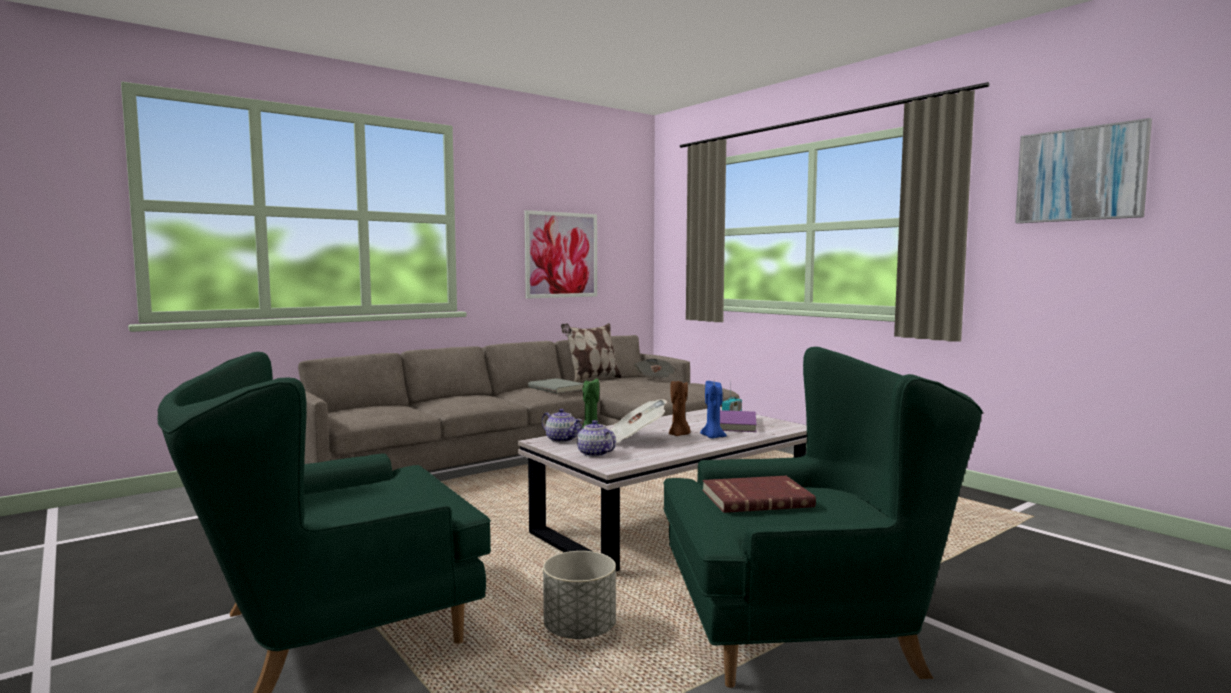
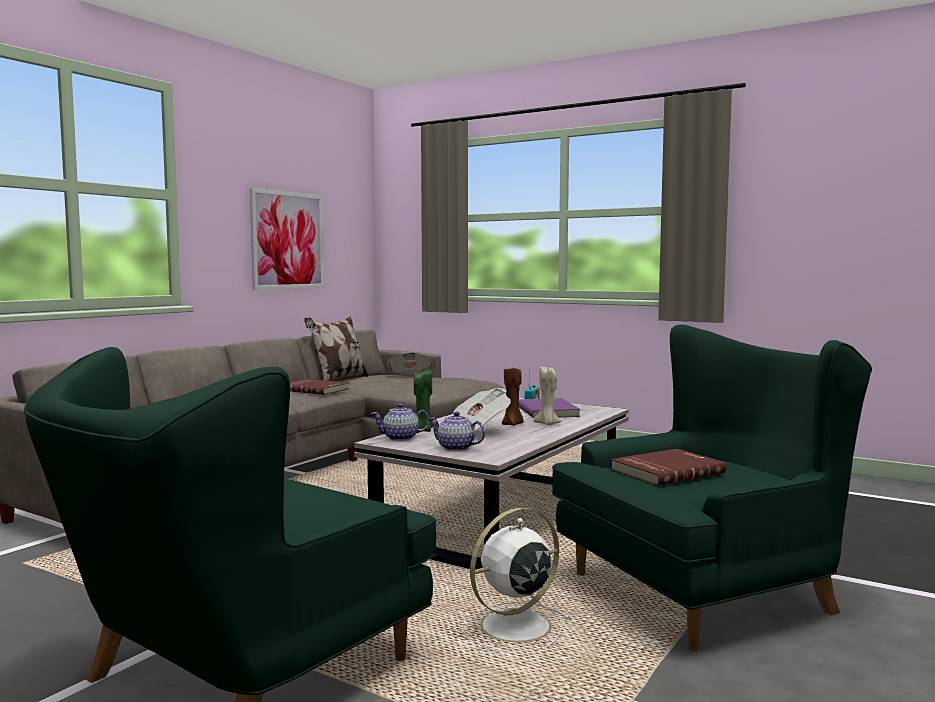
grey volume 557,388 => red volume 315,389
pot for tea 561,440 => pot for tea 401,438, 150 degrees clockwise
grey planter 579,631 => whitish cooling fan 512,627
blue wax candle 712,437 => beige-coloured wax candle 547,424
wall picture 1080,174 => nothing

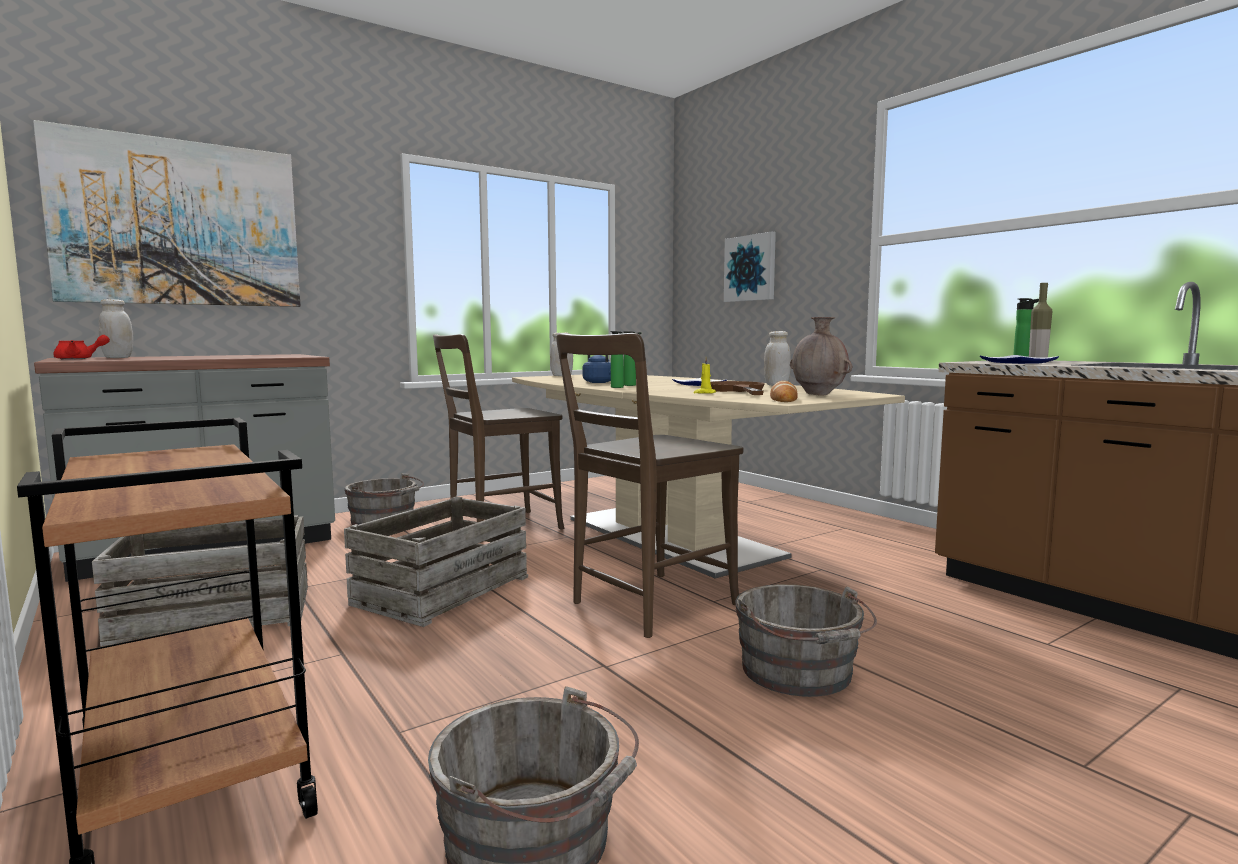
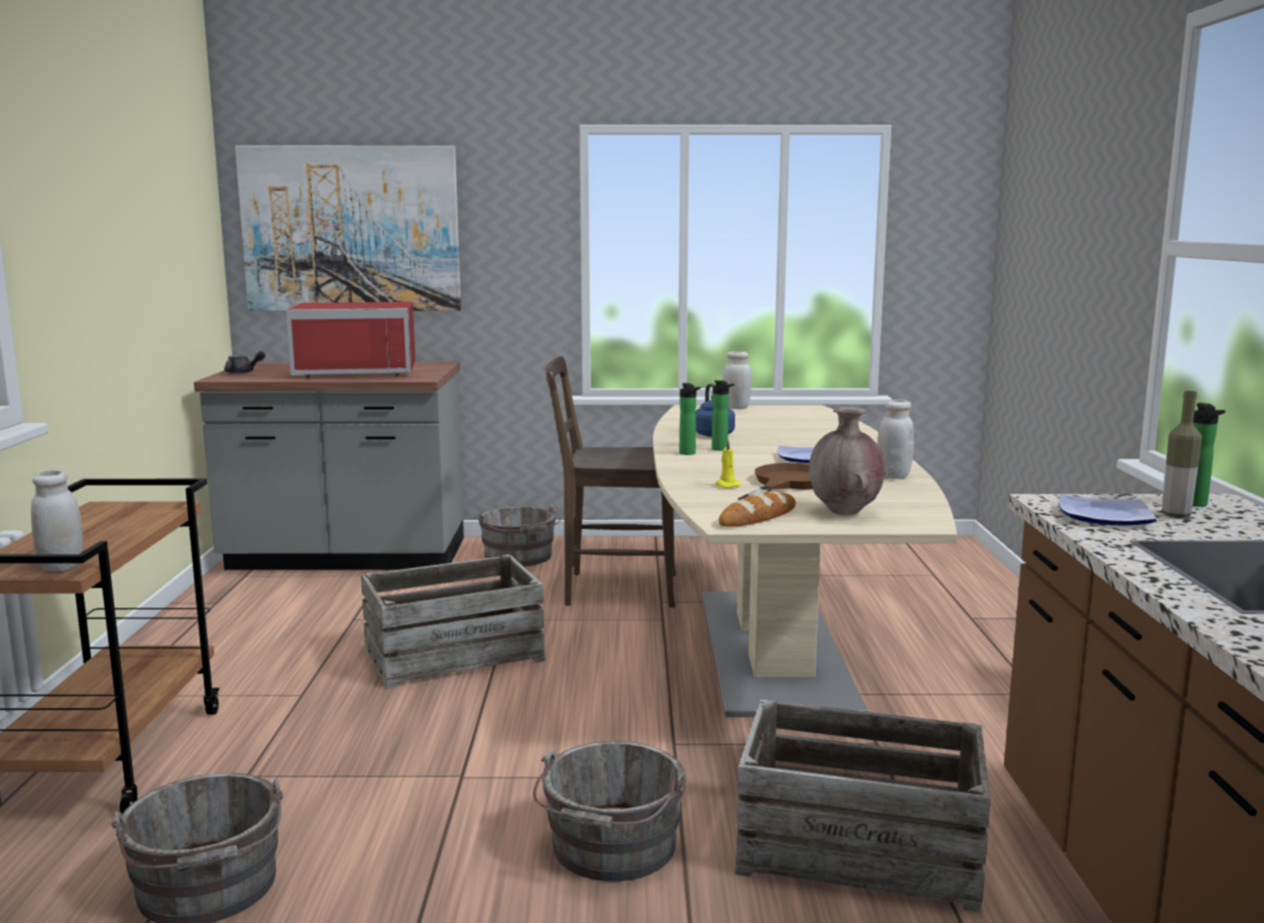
red pot for tea 79,359 => grey pot for tea 243,373
packing crate 215,616 => packing crate 858,850, move
whitish storage jar 118,358 => whitish storage jar 61,566, move
brownish plain chair 648,605 => nothing
wall picture 750,268 => nothing
nothing => red microwave 358,370

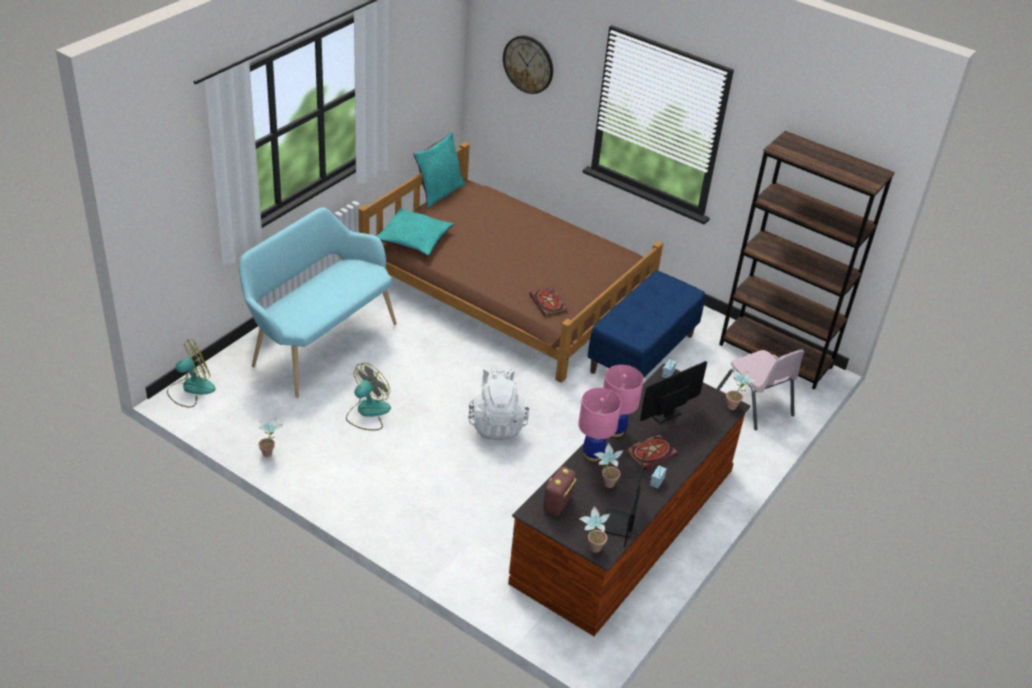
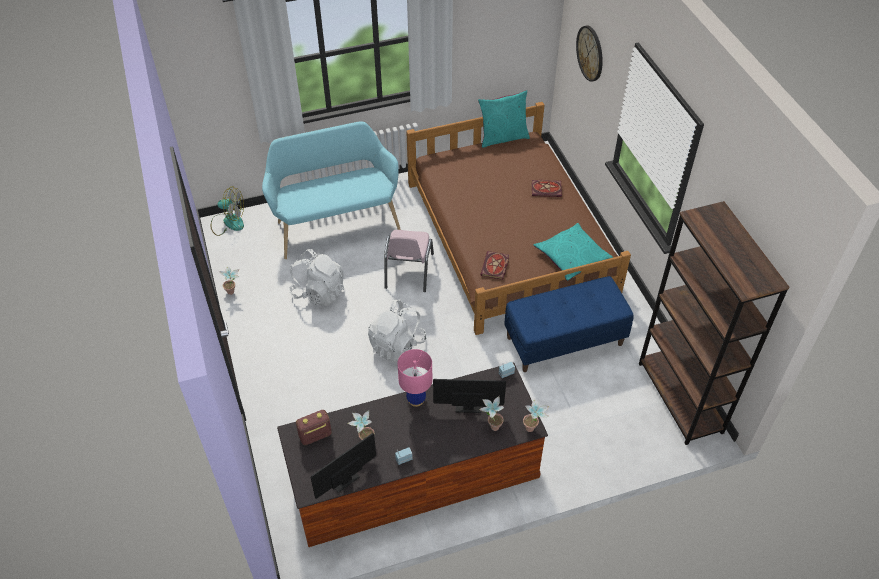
cooling fan 367,412 => whitish knapsack 319,292
blue-green cushion 413,239 => blue-green cushion 571,257, move
pink table lamp 593,454 => nothing
houseplant 591,549 => houseplant 491,426, move
volume 652,452 => volume 547,189, move
pink plain chair 754,404 => pink plain chair 408,271, move

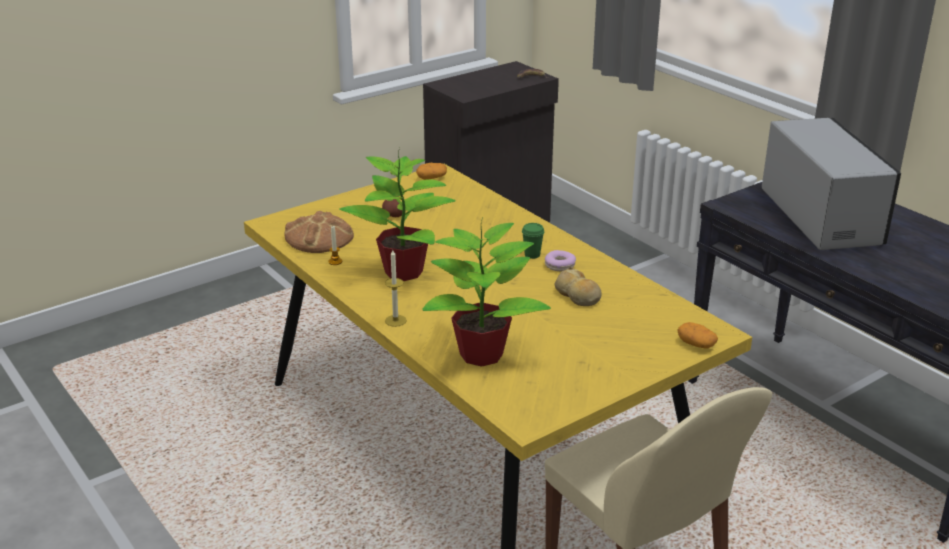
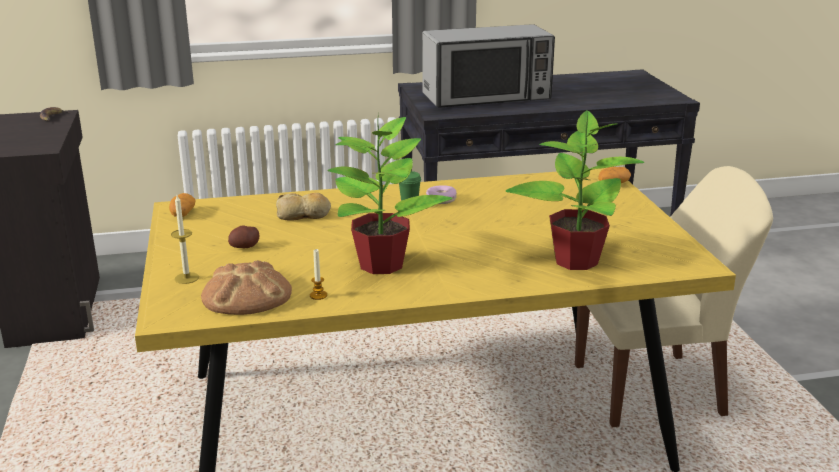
wax candle 395,320 => wax candle 186,278, move
bread 577,295 => bread 304,215, move
microwave 820,216 => microwave 487,97, 150 degrees clockwise

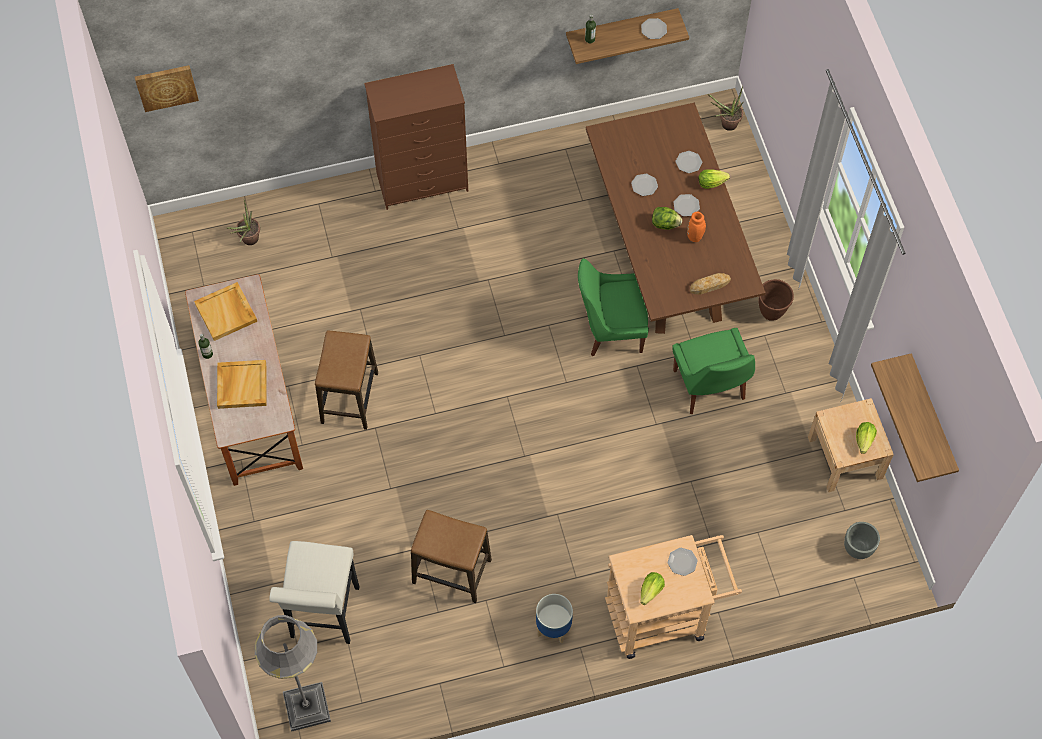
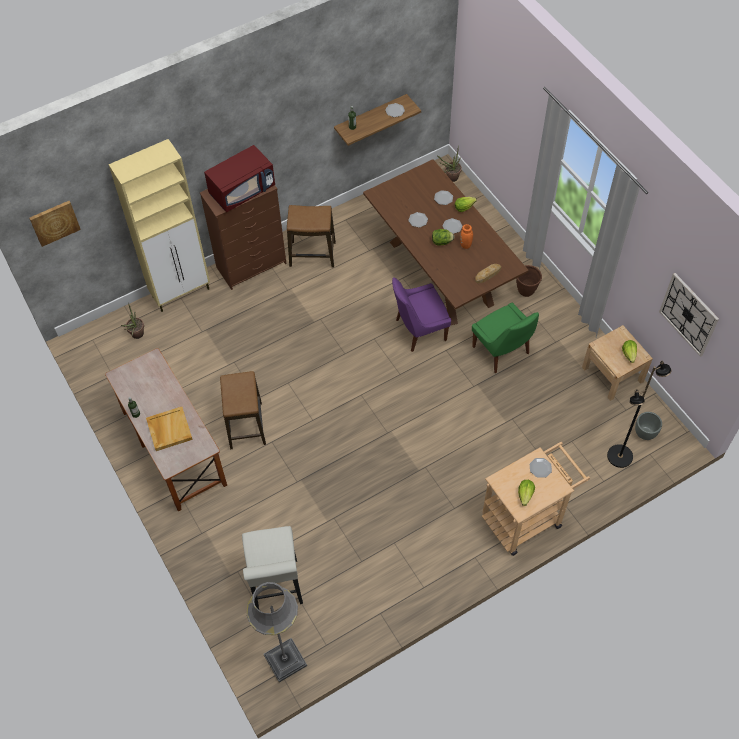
beige-coloured serving tray 226,313 => nothing
sitting stool 451,571 => sitting stool 312,254, move
planter 553,628 => nothing
green-coloured plain chair 610,329 => purple plain chair 418,330
wall shelf 931,418 => hanging clock 689,314
nothing => beige-coloured cabinet 181,292
nothing => red microwave 242,190
nothing => blackish floor lamp 620,456

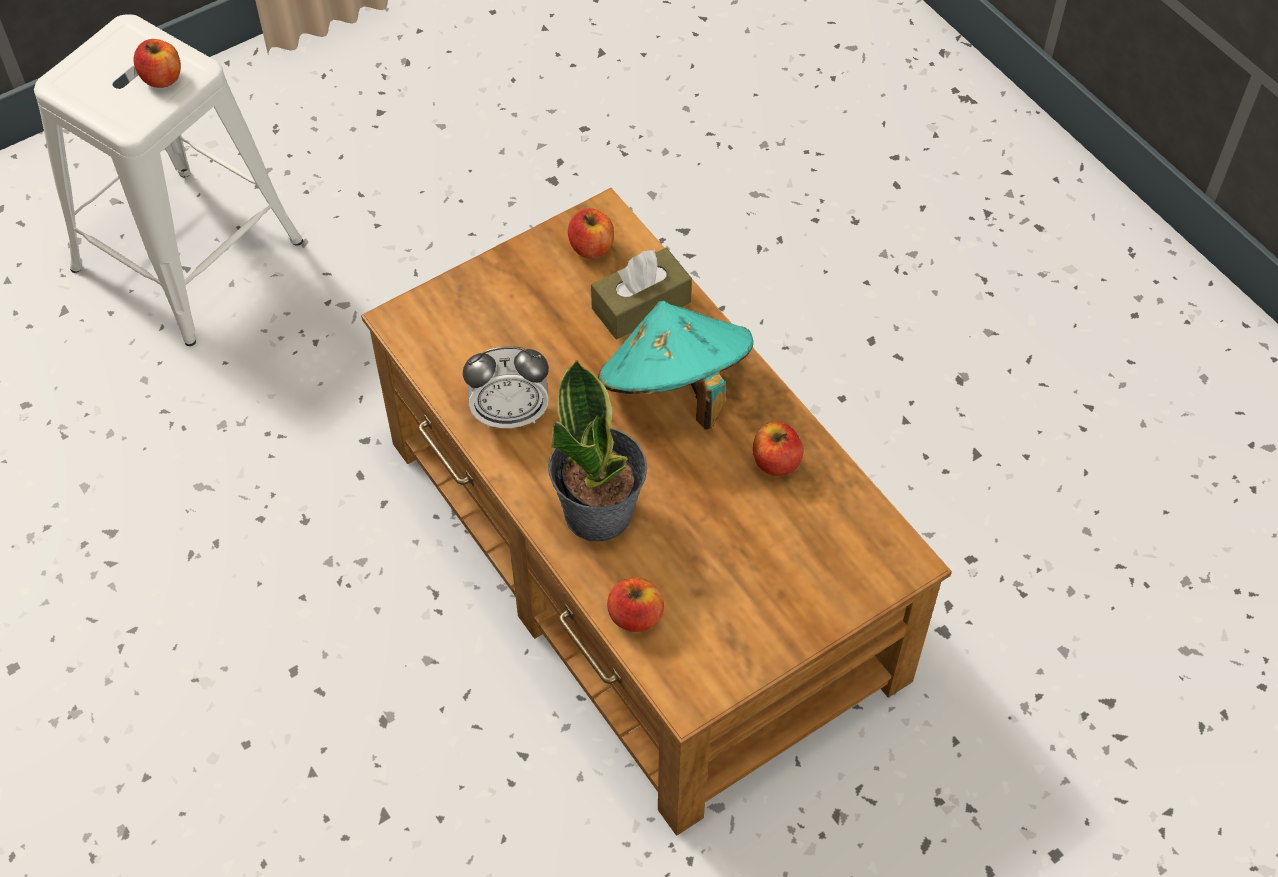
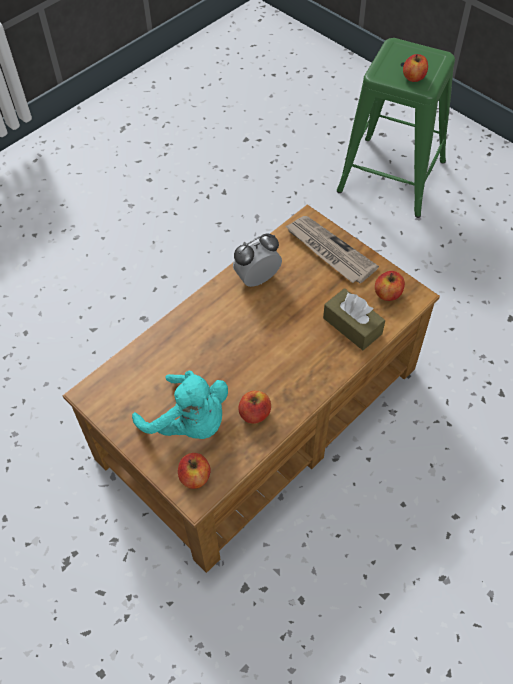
whitish sitting stool 186,255 => green-coloured sitting stool 391,176
bedside clock 510,414 => bedside clock 257,279, 75 degrees clockwise
houseplant 599,512 => nothing
blue-green hat 675,389 => nothing
whole apple 635,616 => whole apple 195,477, move
nothing => blue-green plush toy 189,422
nothing => daily paper 329,251

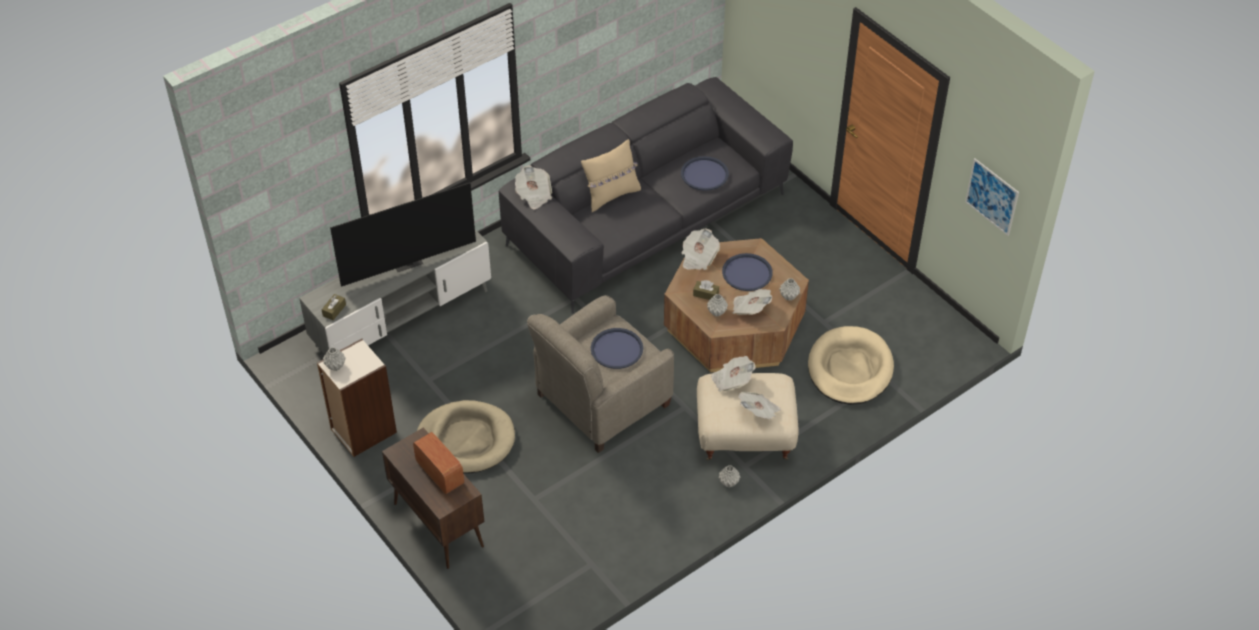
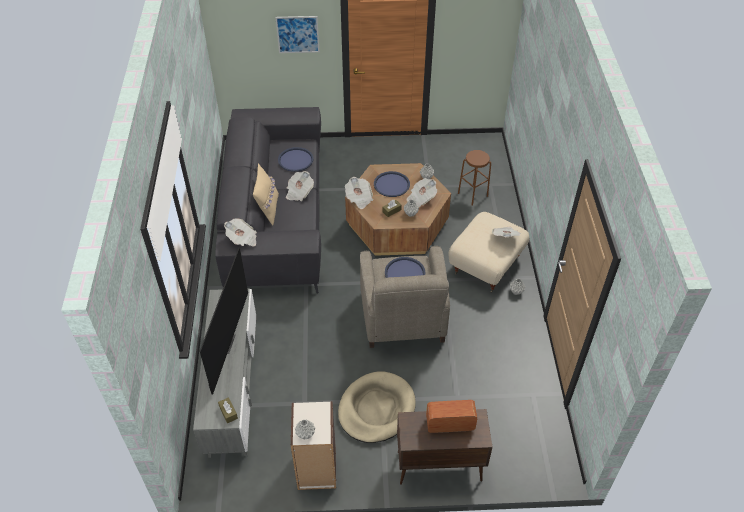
daily paper 732,381 => daily paper 299,192, move
beige-coloured pet bed 850,369 => brownish sitting stool 472,194
wall picture 992,196 => wall picture 297,34, move

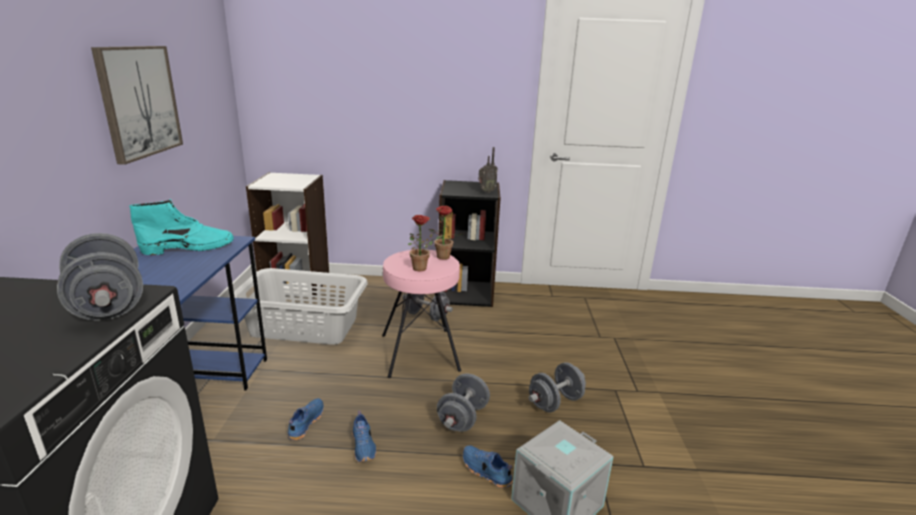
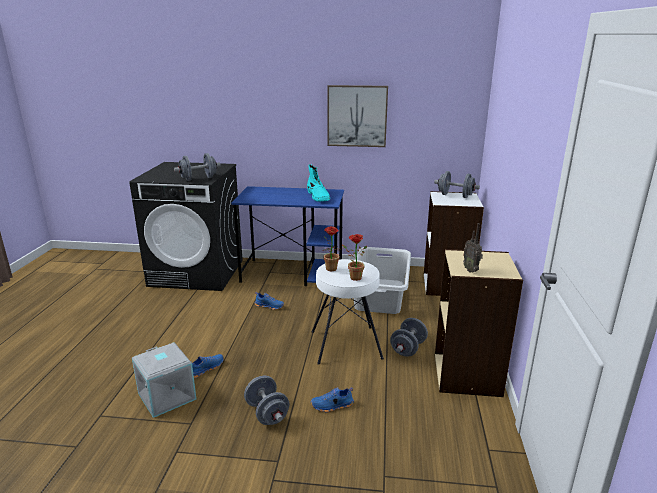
blue low shoe 364,446 => blue low shoe 332,406, move
pink sitting stool 420,352 => whitish sitting stool 346,345
grey free weight 462,418 => grey free weight 455,196, move
blackish shelving unit 466,292 => beige-coloured shelving unit 468,375

